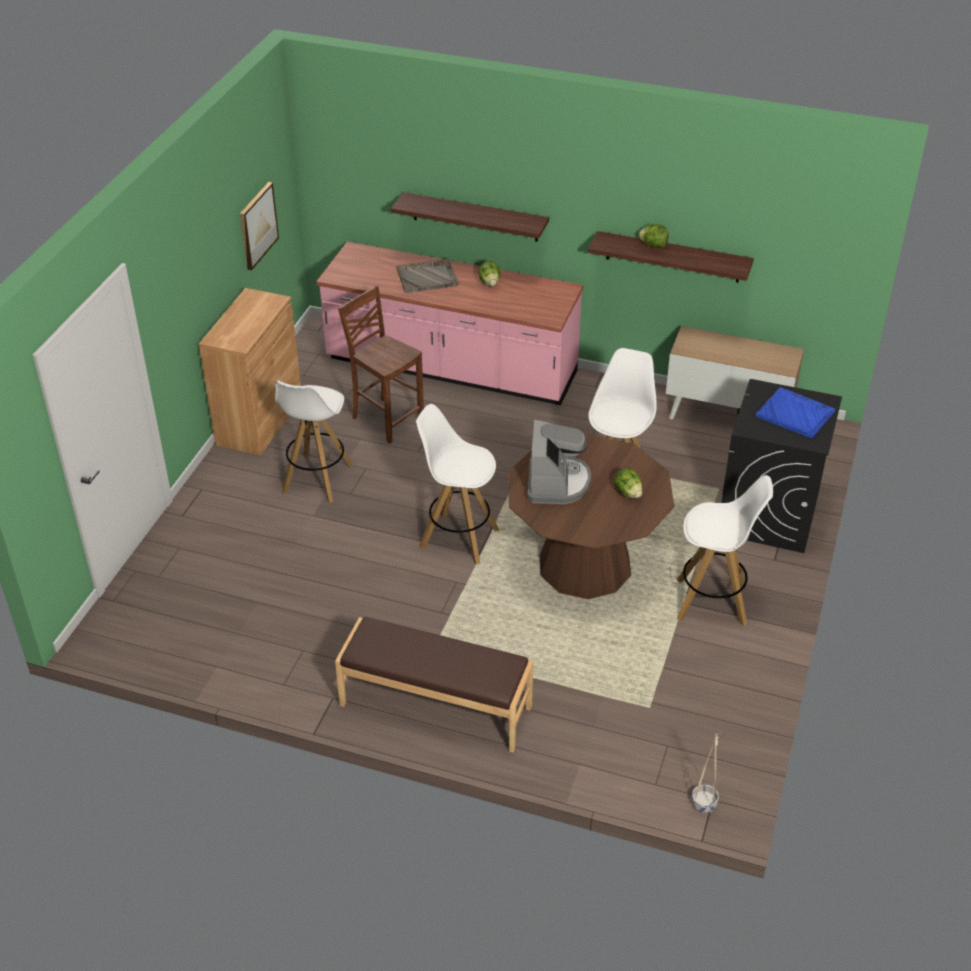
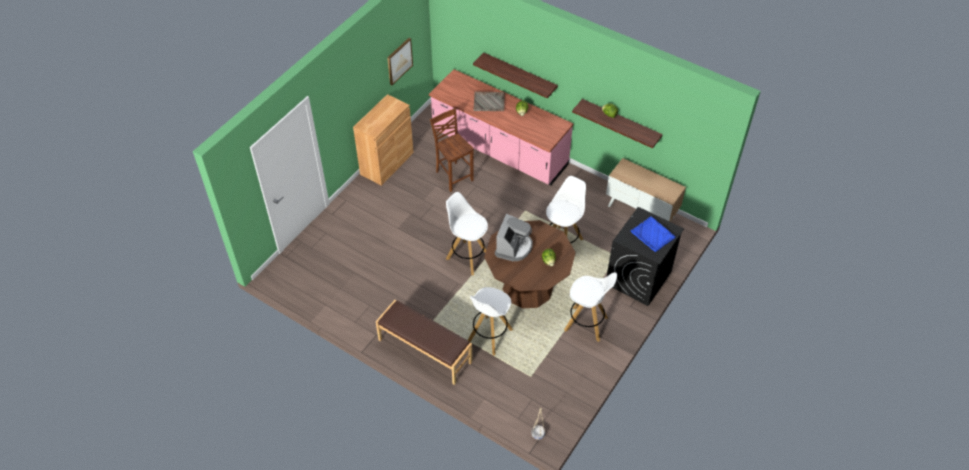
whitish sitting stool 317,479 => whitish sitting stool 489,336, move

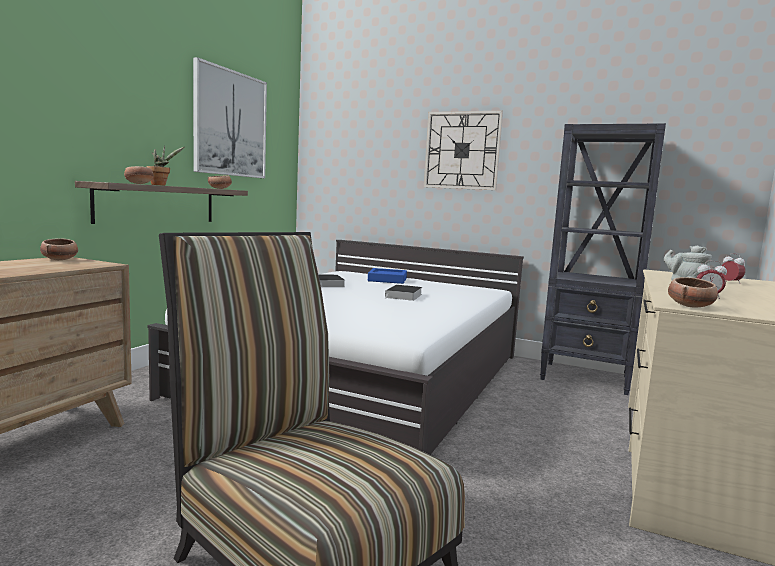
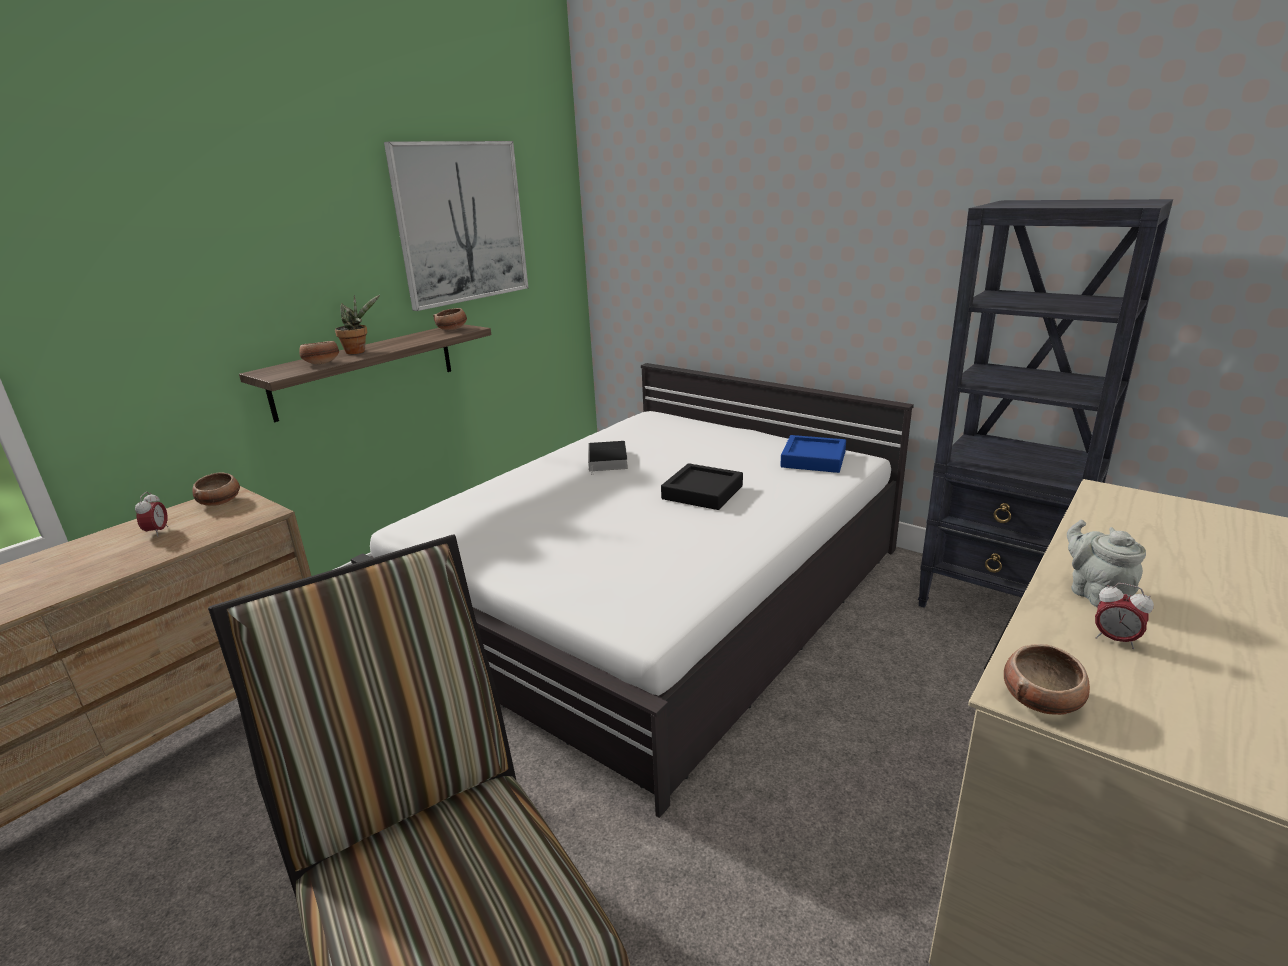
blue serving tray 387,280 => blue serving tray 813,459, move
volume 404,296 => blackish serving tray 702,492
hanging clock 462,150 => nothing
bedside clock 730,283 => bedside clock 158,532, move

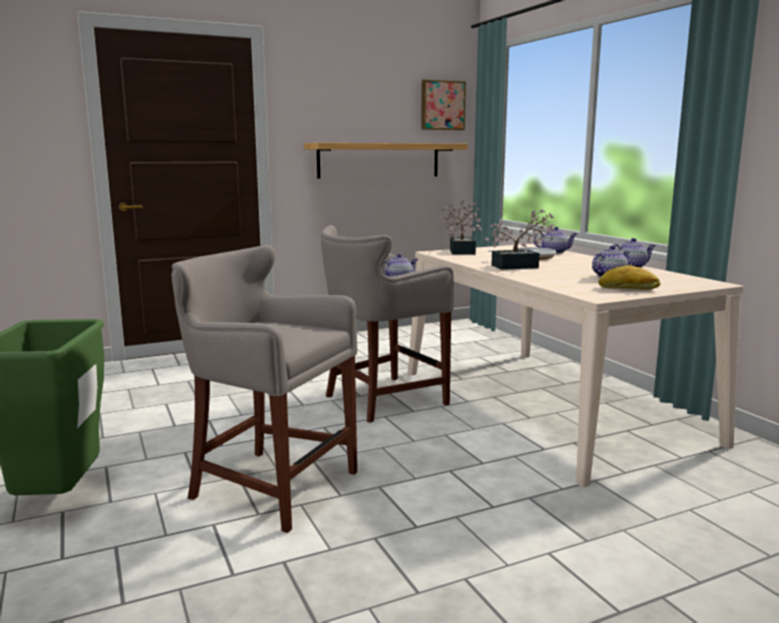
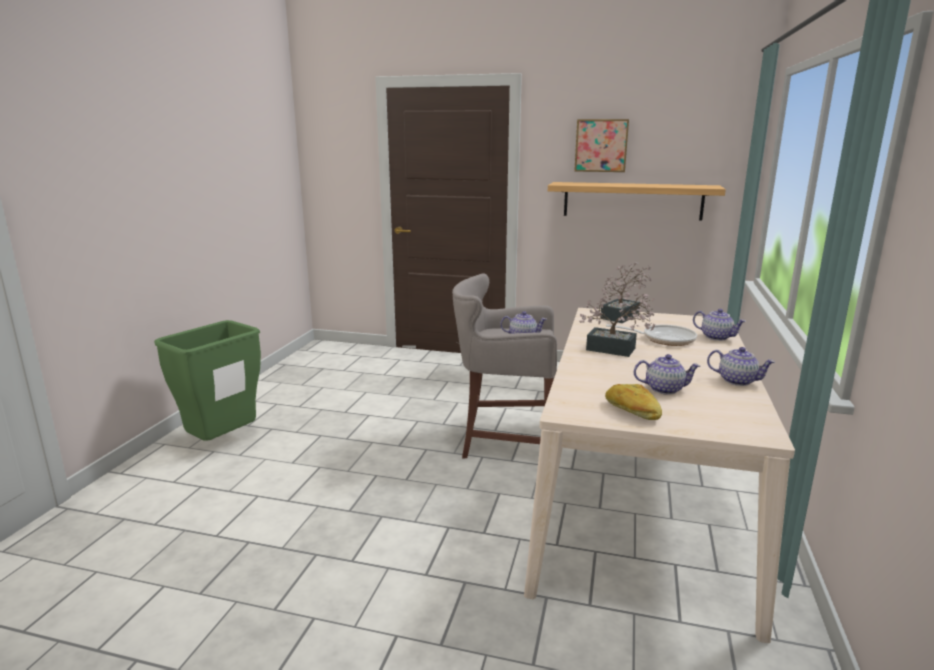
grey sitting stool 269,485 => nothing
wall picture 442,105 => wall picture 601,145, move

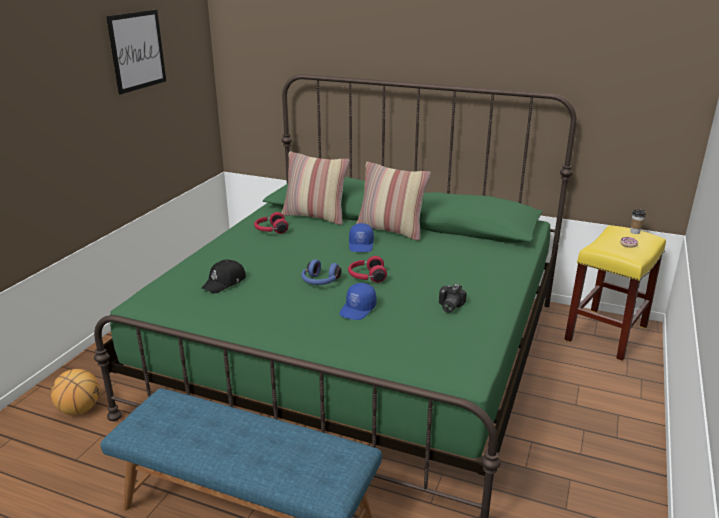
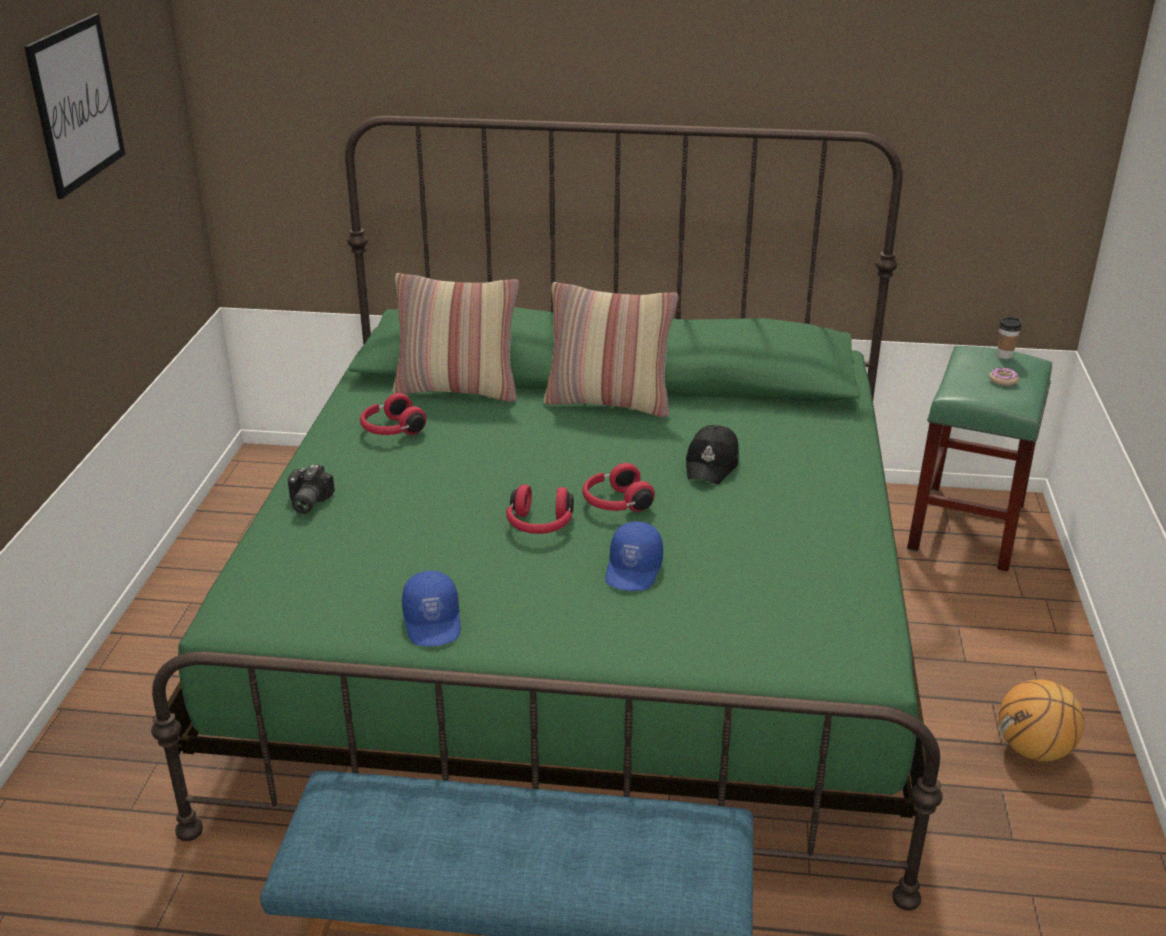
basketball ball 79,409 => basketball ball 1034,750, move
blackish peaked cap 224,282 => blackish peaked cap 712,464, move
blue headphones 320,282 => red headphones 539,525
blue peaked cap 361,245 => blue peaked cap 433,622, move
still camera 448,306 => still camera 306,502, move
yellow-coloured sitting stool 606,333 => green-coloured sitting stool 966,526

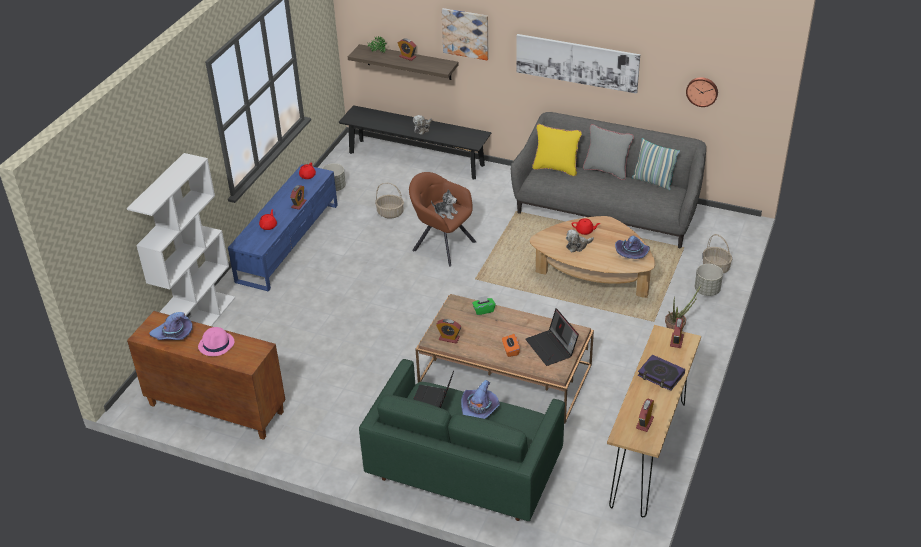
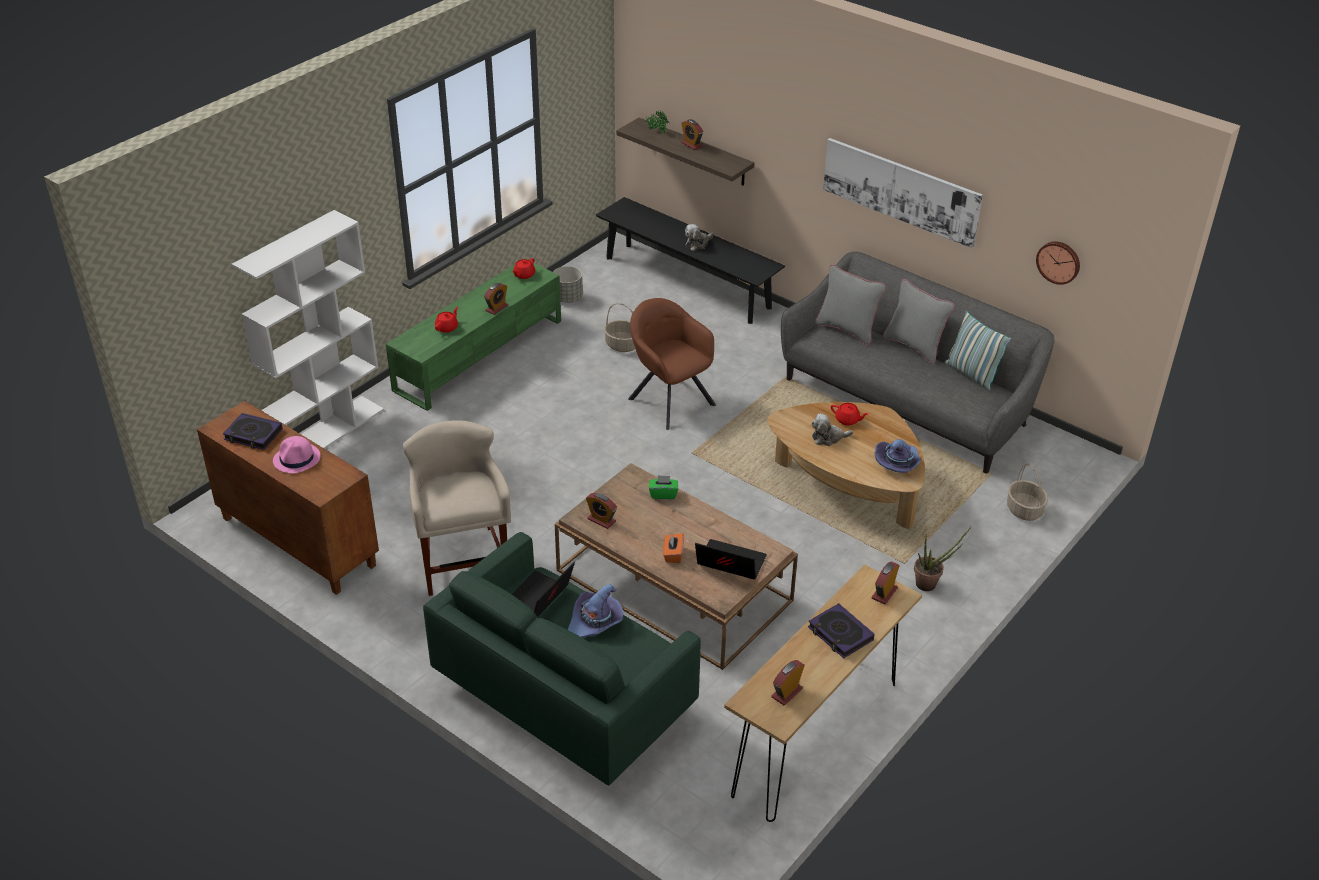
purple hat 173,334 => volume 253,435
blue tv unit 288,242 => green-coloured tv unit 480,354
plush toy 445,213 => nothing
wall picture 465,33 => nothing
laptop 552,348 => laptop 729,564, 120 degrees clockwise
yellow-coloured cushion 556,168 => grey cushion 847,329
grey planter 707,290 => nothing
nothing => beige-coloured sitting stool 463,562

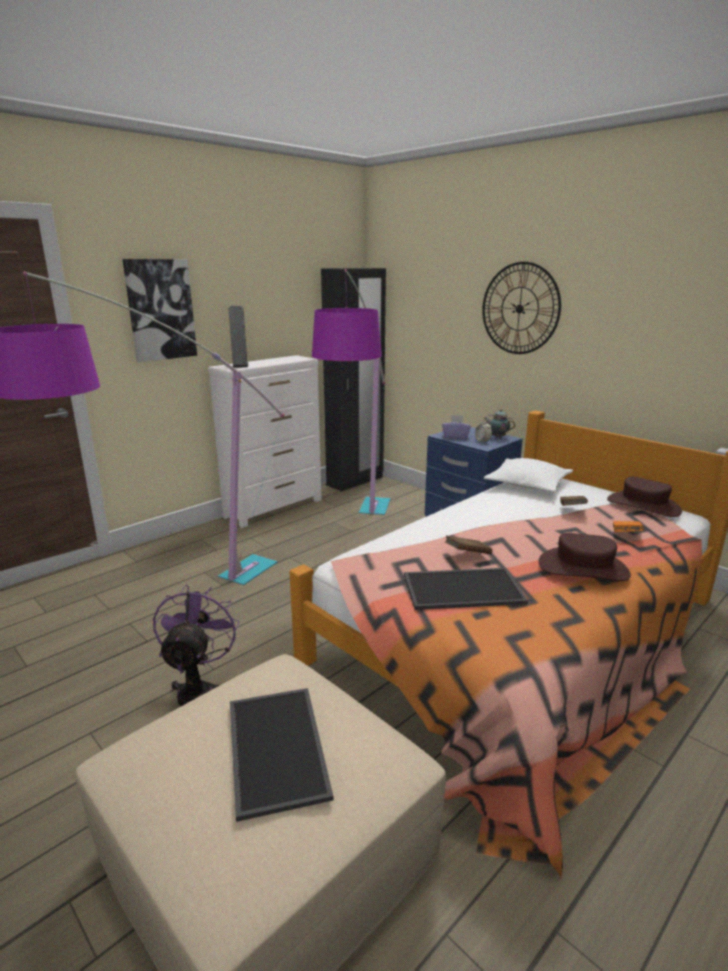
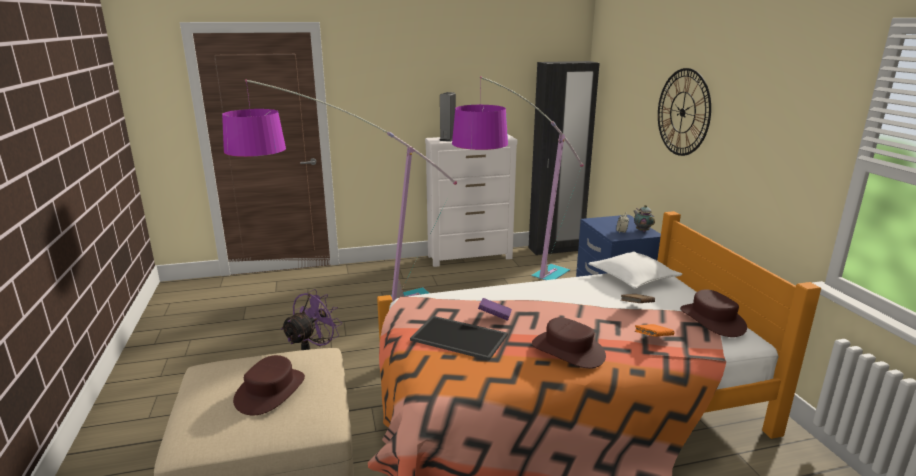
wall picture 160,310 => nothing
serving tray 279,749 => brownish hat 271,391
purple box of tissues 455,436 => nothing
brownish volume 467,555 => purple volume 494,317

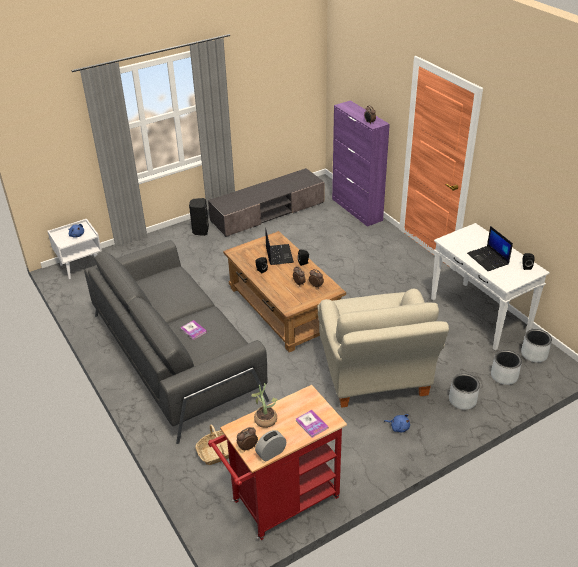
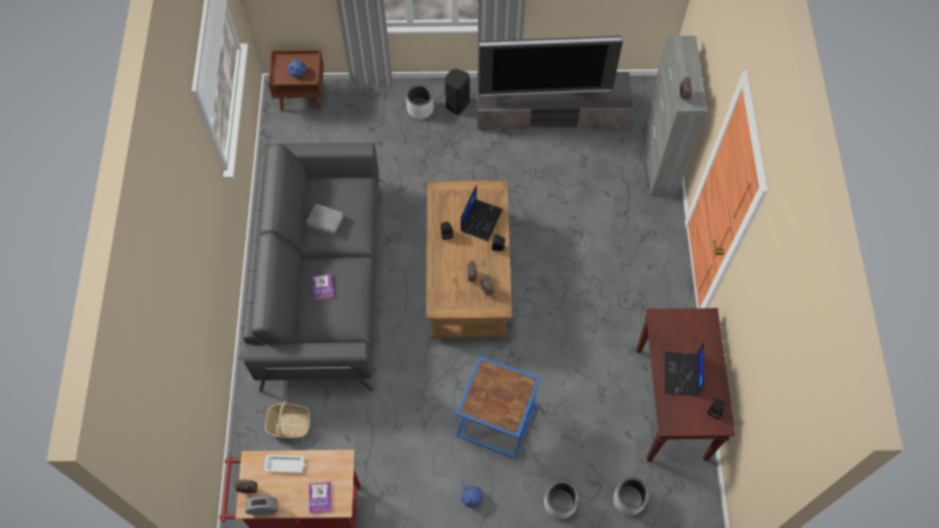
whitish bedside table 81,266 => brownish bedside table 302,97
houseplant 264,418 => whitish serving tray 285,464
beige-coloured lounge chair 374,376 => blue side table 495,420
purple cabinet 357,210 => grey cabinet 659,160
whitish narrow table 480,316 => brownish narrow table 671,405
grey planter 534,354 => grey planter 420,109, move
nothing => grey volume 325,220
nothing => TV 544,92

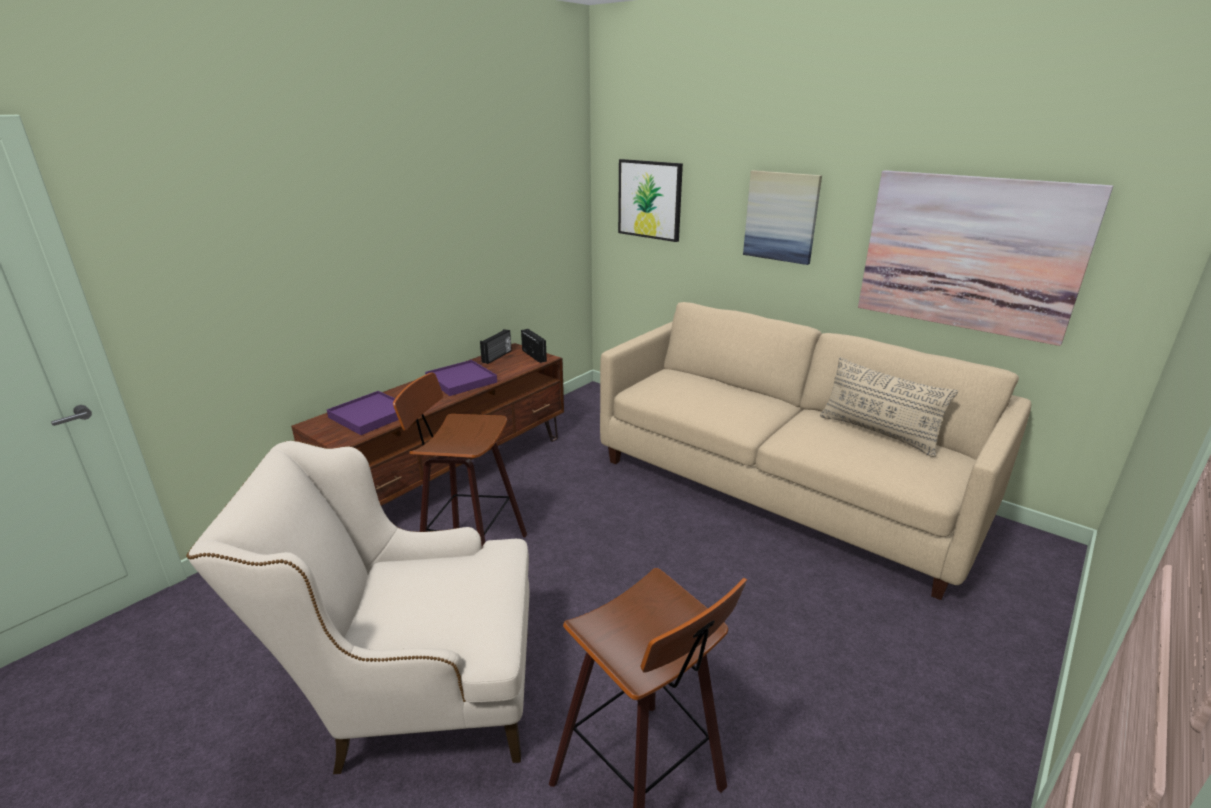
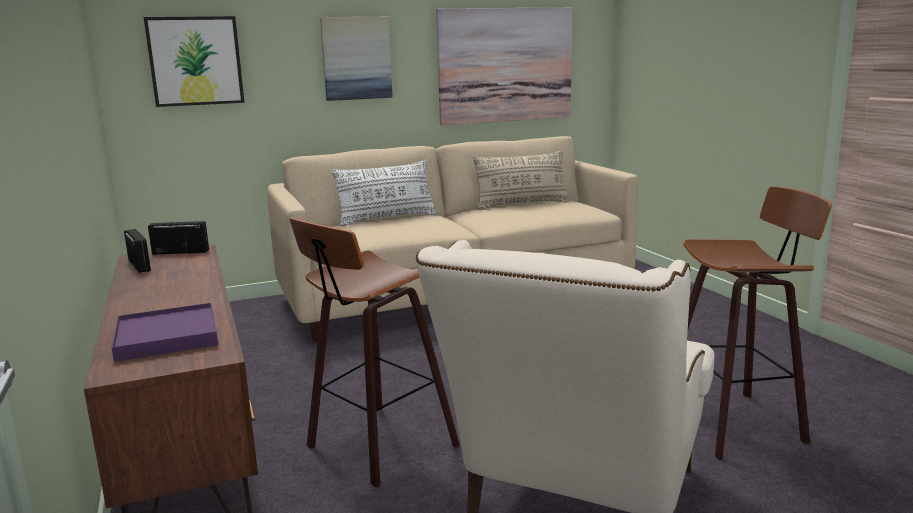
purple serving tray 461,380 => nothing
nothing => whitish cushion 387,219

